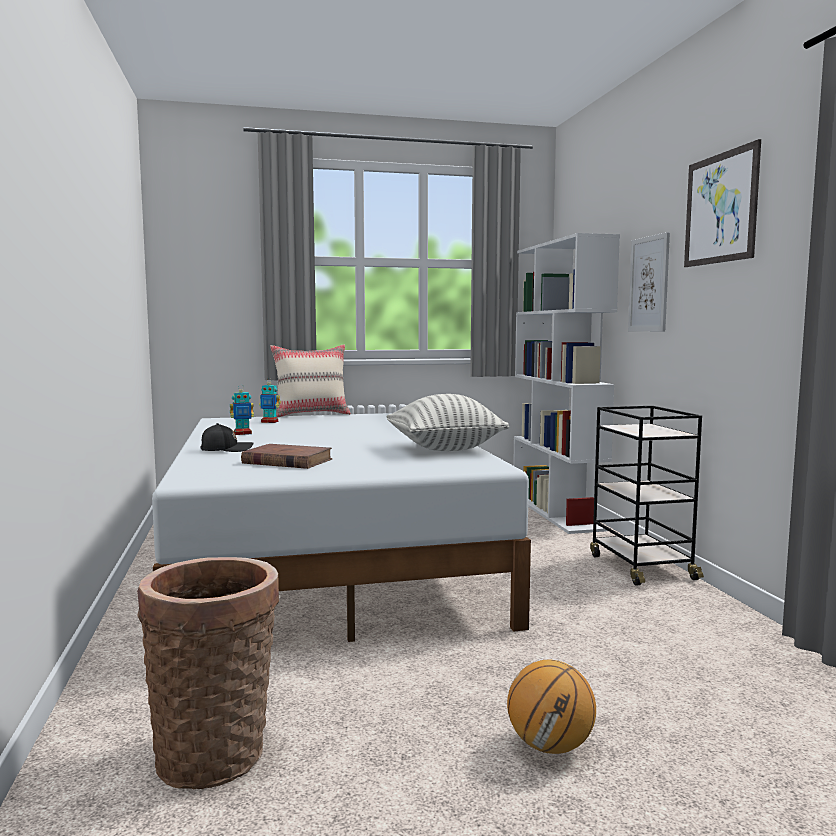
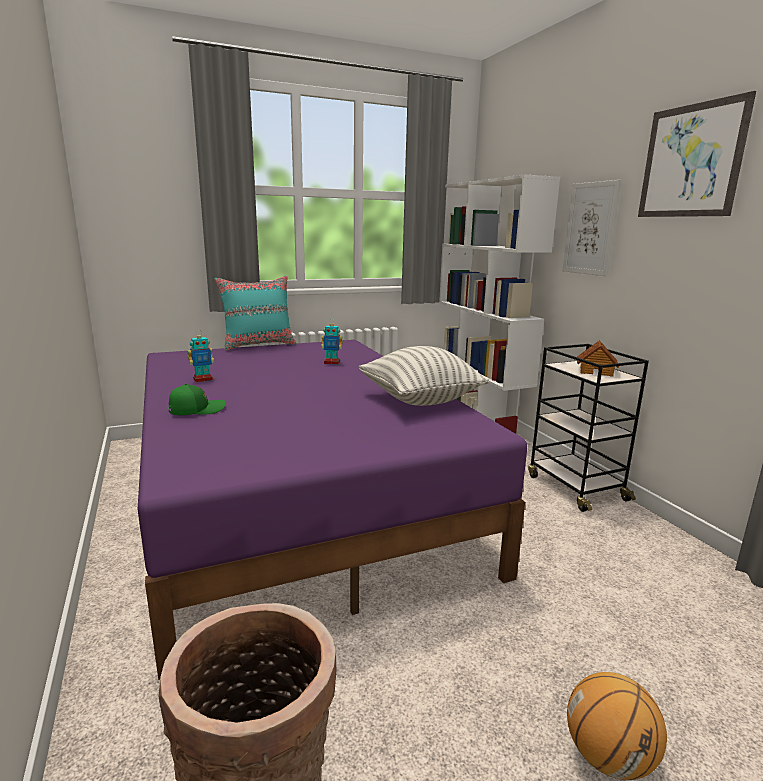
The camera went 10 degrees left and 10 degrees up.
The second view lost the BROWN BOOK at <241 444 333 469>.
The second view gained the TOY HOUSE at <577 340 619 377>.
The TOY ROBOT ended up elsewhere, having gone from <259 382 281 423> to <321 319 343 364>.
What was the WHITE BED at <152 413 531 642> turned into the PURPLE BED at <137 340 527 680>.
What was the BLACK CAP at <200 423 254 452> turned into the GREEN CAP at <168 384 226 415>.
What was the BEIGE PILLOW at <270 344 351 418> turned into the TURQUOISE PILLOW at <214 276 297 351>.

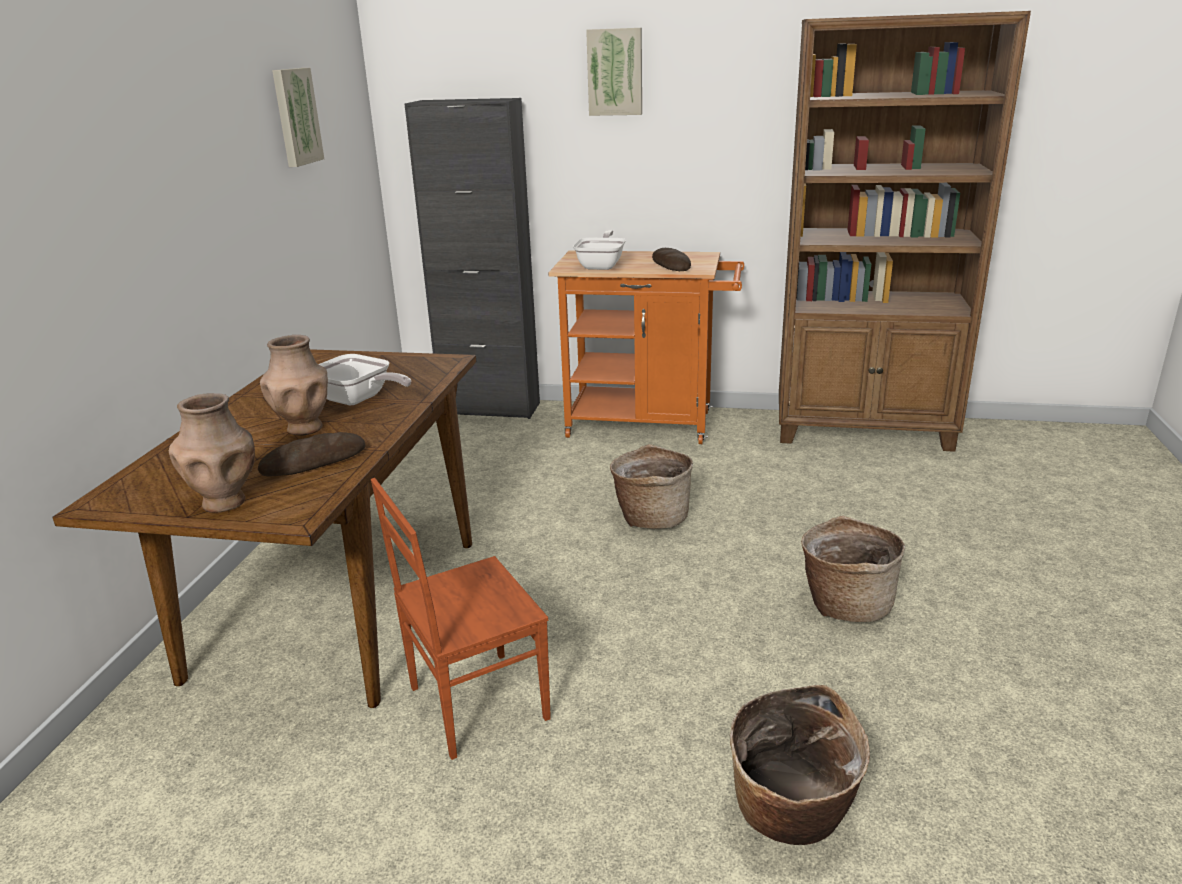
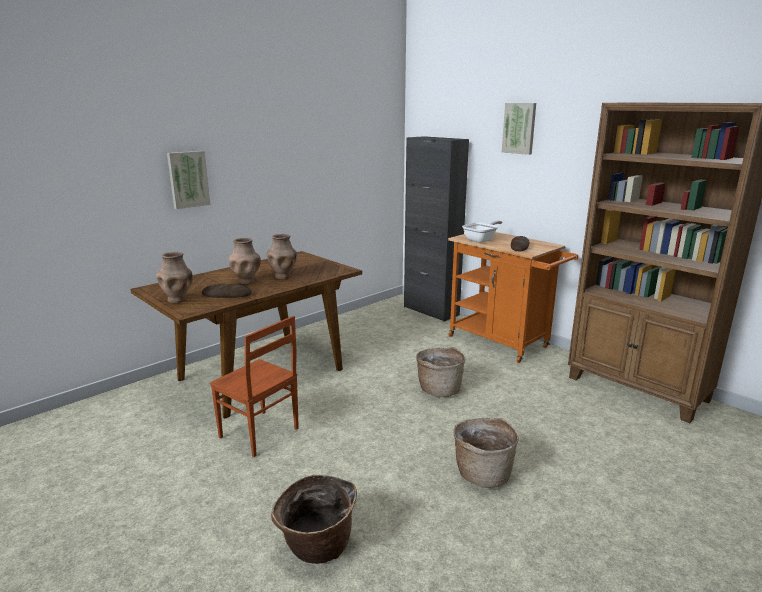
The camera went 35 degrees right and 5 degrees down.
The PICTURE ended up elsewhere, having gone from <272 68 324 167> to <167 151 211 209>.
Where the FRYING PAN stood at <318 354 411 405>, the BROWN VASE came to stand at <267 234 297 279>.
The BROWN CHAIR at <371 478 551 760> ended up facing another way, 150 degrees counterclockwise from before.

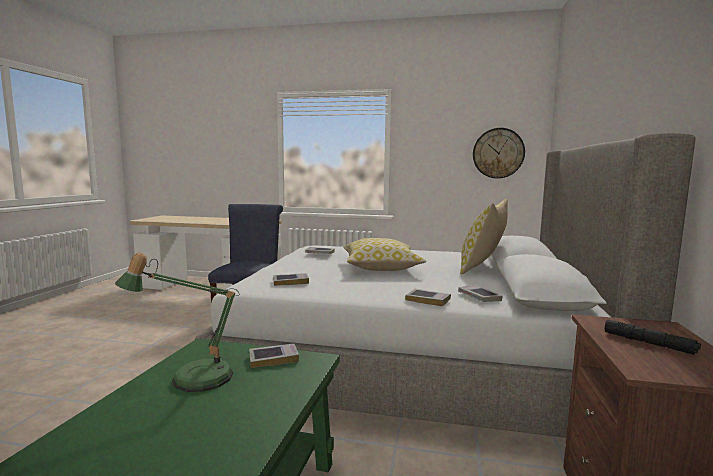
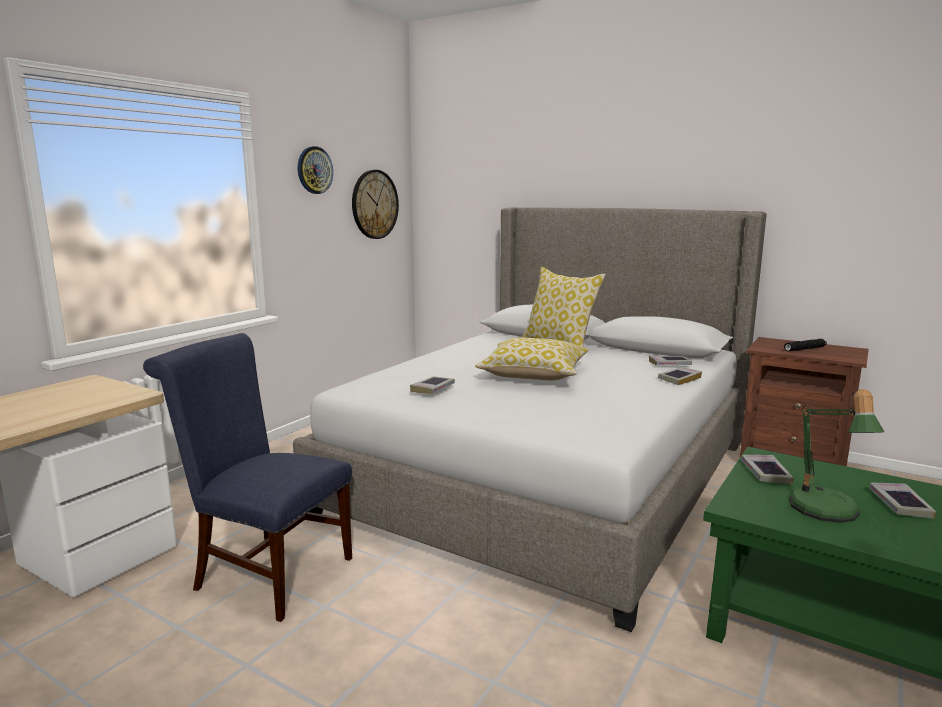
The camera went 70 degrees left and 5 degrees up.
The second view gained the WALL CLOCK at <298 146 333 194>.
The BOOK ended up elsewhere, having gone from <273 273 309 286> to <869 483 936 519>.

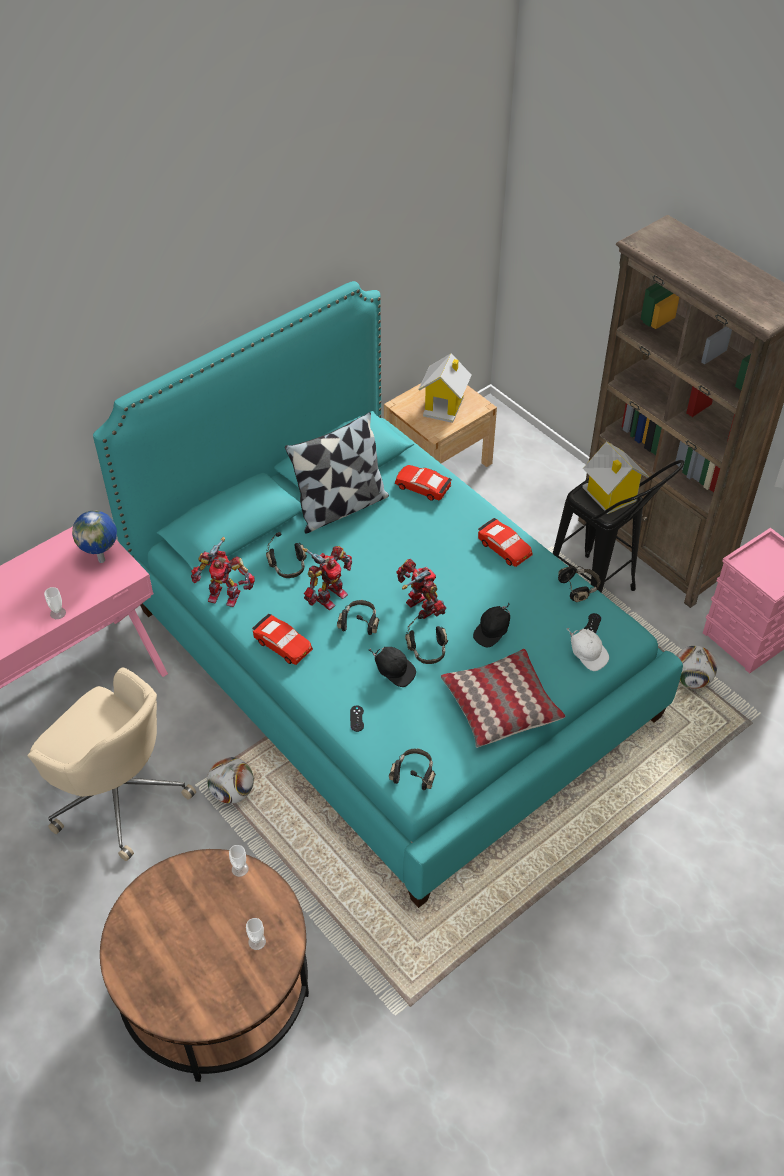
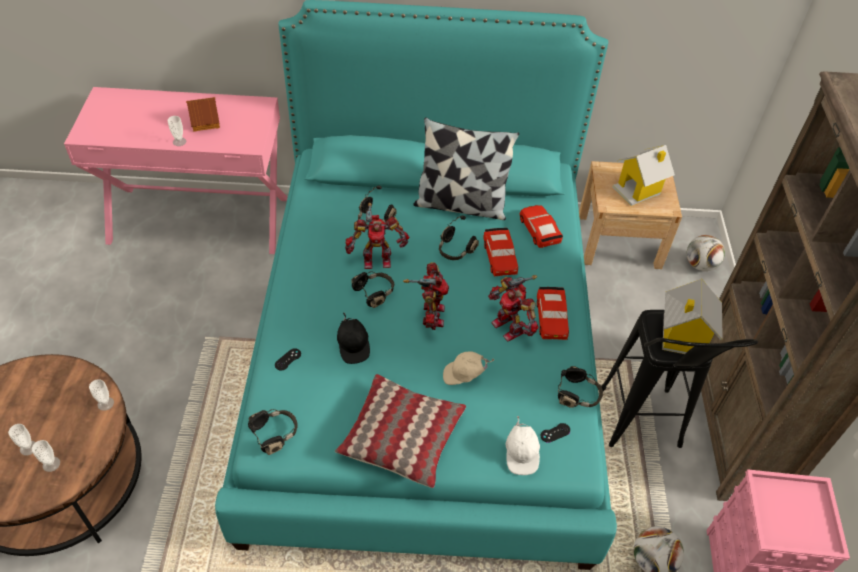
The camera went 40 degrees right and 0 degrees up.
The second view lost the BEIGE OFFICE CHAIR at <27 667 196 861>.
The second view lost the GLOBE at <72 510 117 563>.
The second view gained the CUP at <8 424 36 455>.
The second view gained the TOY HOUSE at <186 97 220 132>.
The TOY ROBOT ended up elsewhere, having gone from <191 537 255 607> to <488 275 538 342>.
The FOOTBALL ended up elsewhere, having gone from <207 757 254 804> to <687 235 725 271>.
The RED TOY CAR ended up elsewhere, having gone from <252 614 313 665> to <483 228 518 276>.
The BLACK HEADPHONES ended up elsewhere, having gone from <405 614 448 664> to <439 215 479 260>.
What was the BLACK CAP at <473 602 510 647> turned into the BEIGE CAP at <443 351 494 385>.

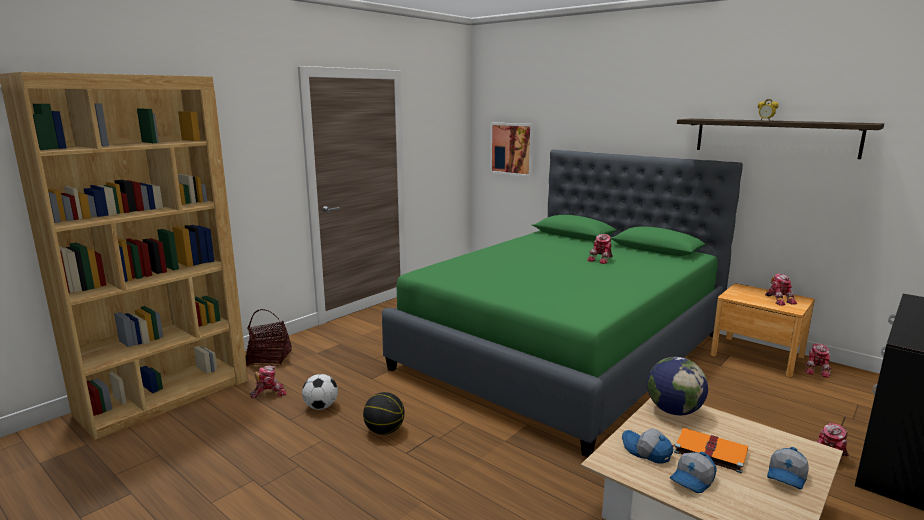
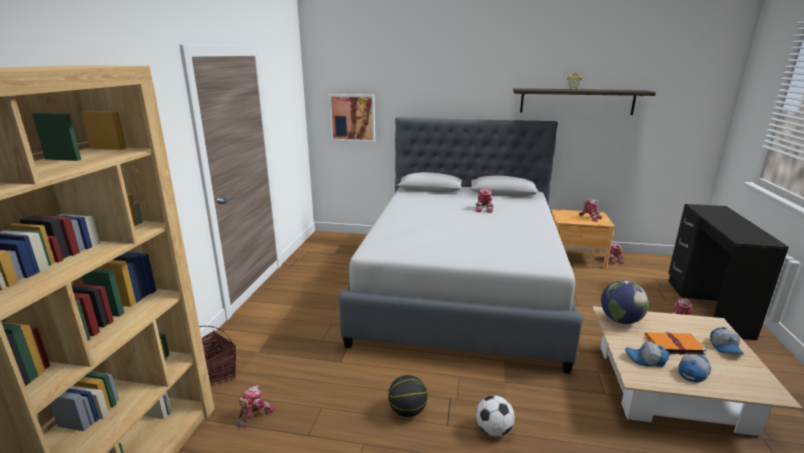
The camera went 30 degrees left and 5 degrees up.
The FOOTBALL ended up elsewhere, having gone from <302 374 338 410> to <476 395 515 437>.
What was the GREEN BED at <382 150 743 457> turned into the GREY BED at <339 117 584 374>.
The CAP at <670 452 717 493> ended up facing another way, 150 degrees counterclockwise from before.

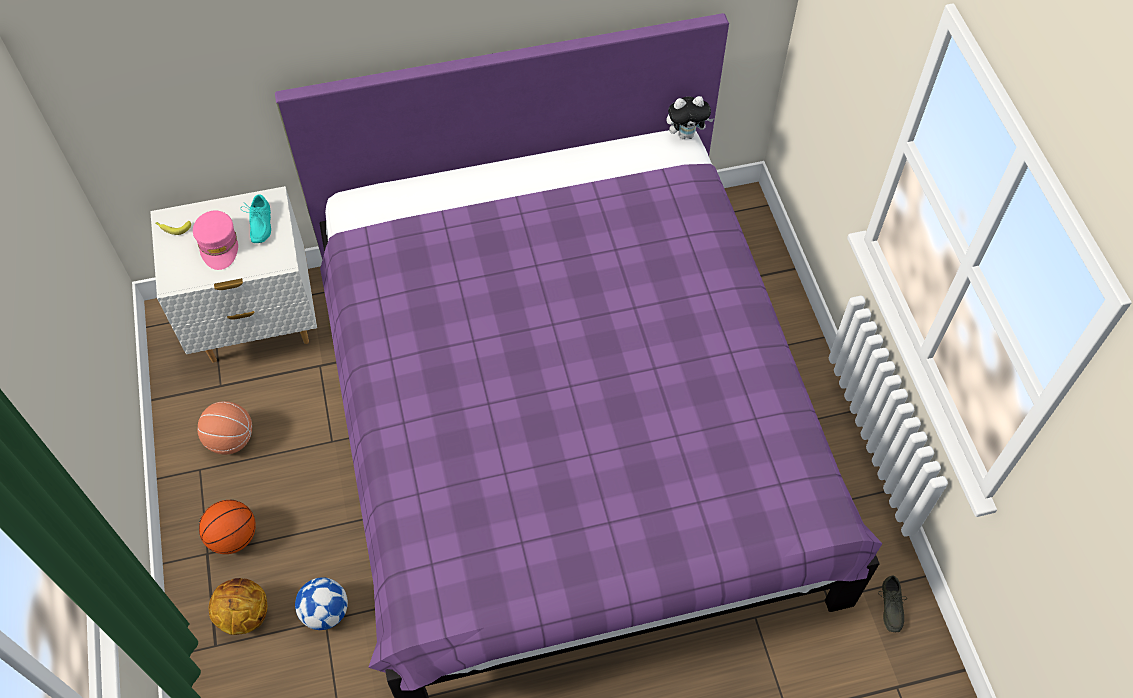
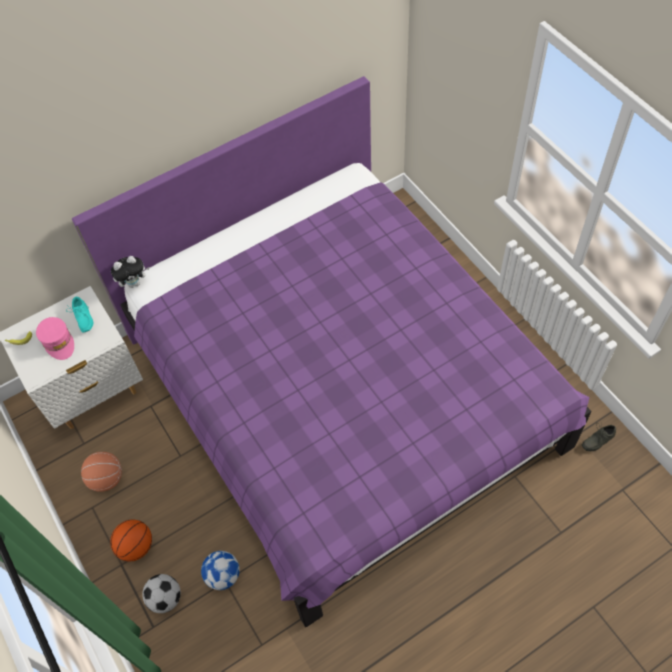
The camera went 15 degrees left and 0 degrees up.
The PLUSH TOY ended up elsewhere, having gone from <667 96 714 139> to <111 256 149 288>.
Where the BASKETBALL stood at <209 578 267 635>, the FOOTBALL came to stand at <142 574 181 613>.
The GREY SHOE at <878 575 907 632> ended up facing another way, 75 degrees clockwise from before.

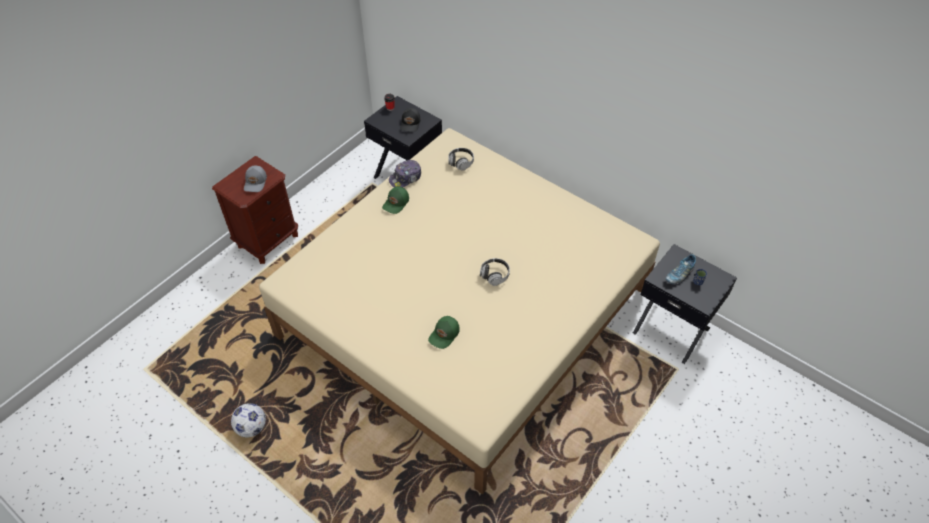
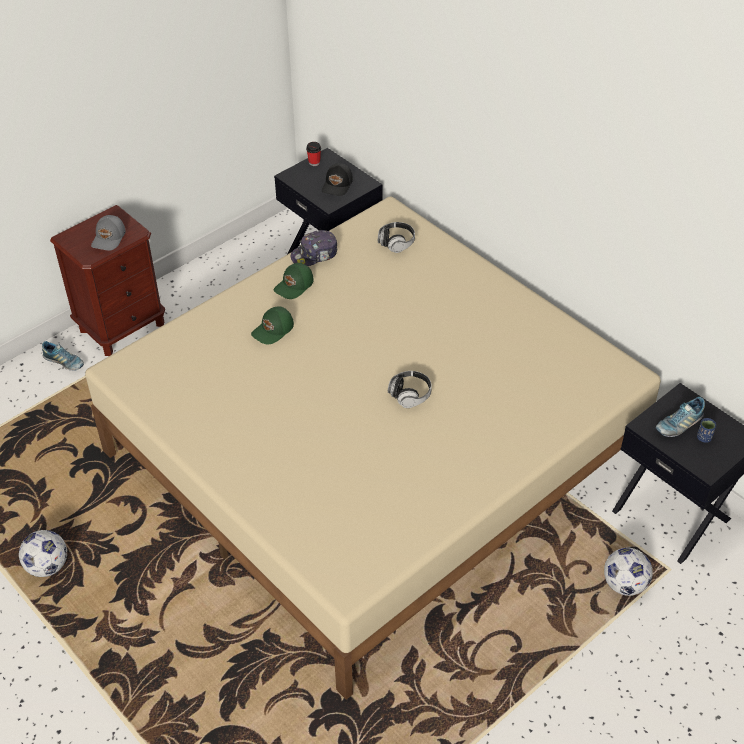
The camera went 10 degrees right and 5 degrees down.
The second view gained the SHOE at <42 341 84 371>.
The second view gained the FOOTBALL at <604 548 653 596>.
The GREEN CAP ended up elsewhere, having gone from <428 316 460 349> to <251 306 294 344>.

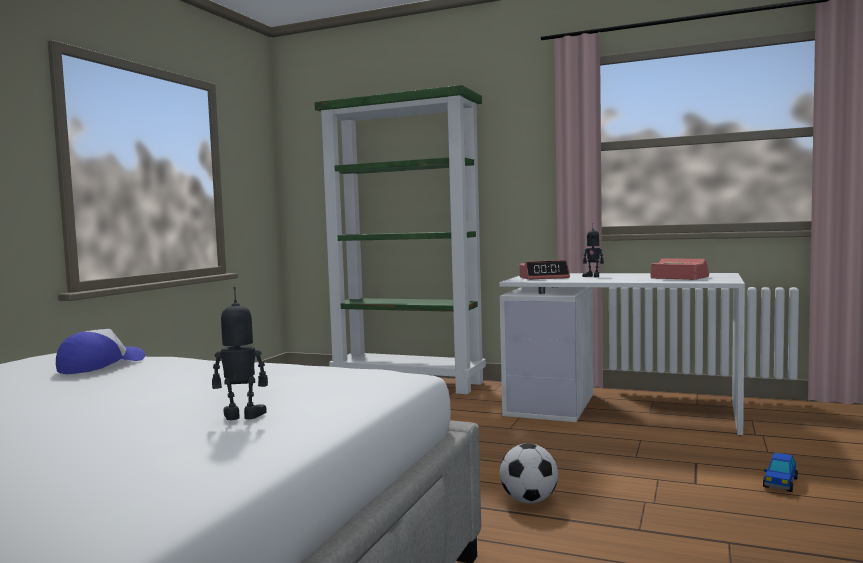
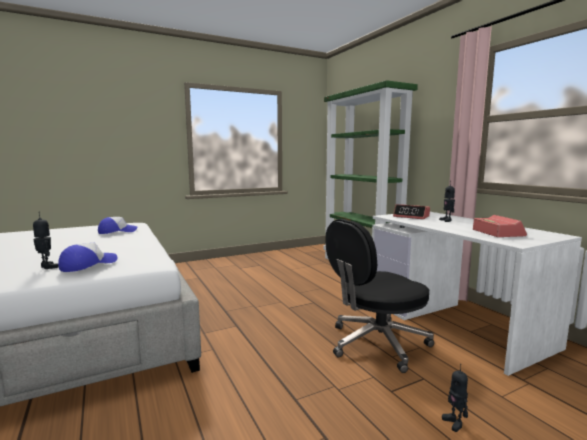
The camera went 40 degrees right and 5 degrees up.
The second view lost the FOOTBALL at <500 443 558 504>.
The second view gained the CAP at <58 242 118 272>.
The second view gained the BLACK OFFICE CHAIR at <325 219 434 373>.
Where the TOY CAR stood at <763 453 798 492>, the TOY ROBOT came to stand at <442 364 468 432>.

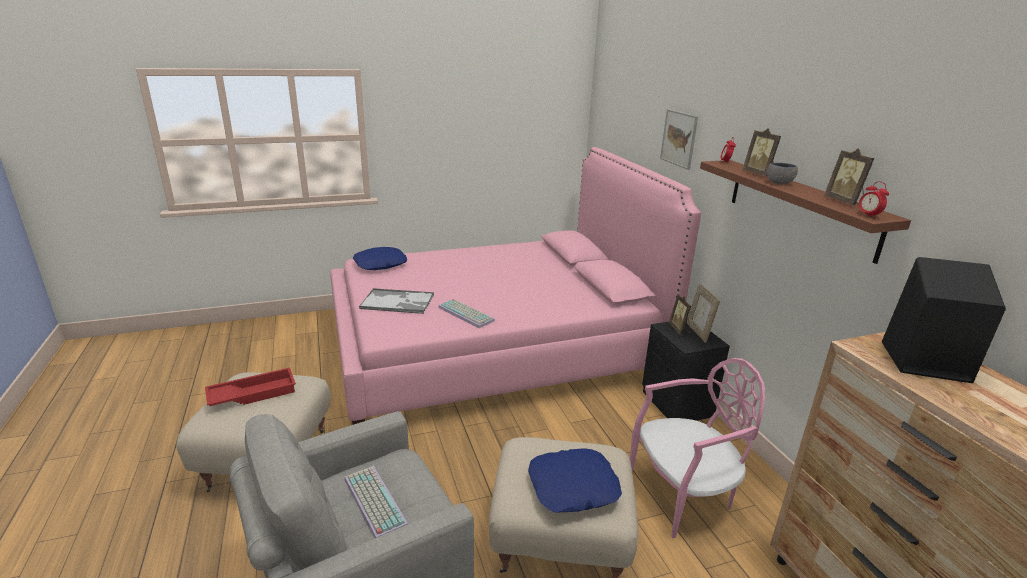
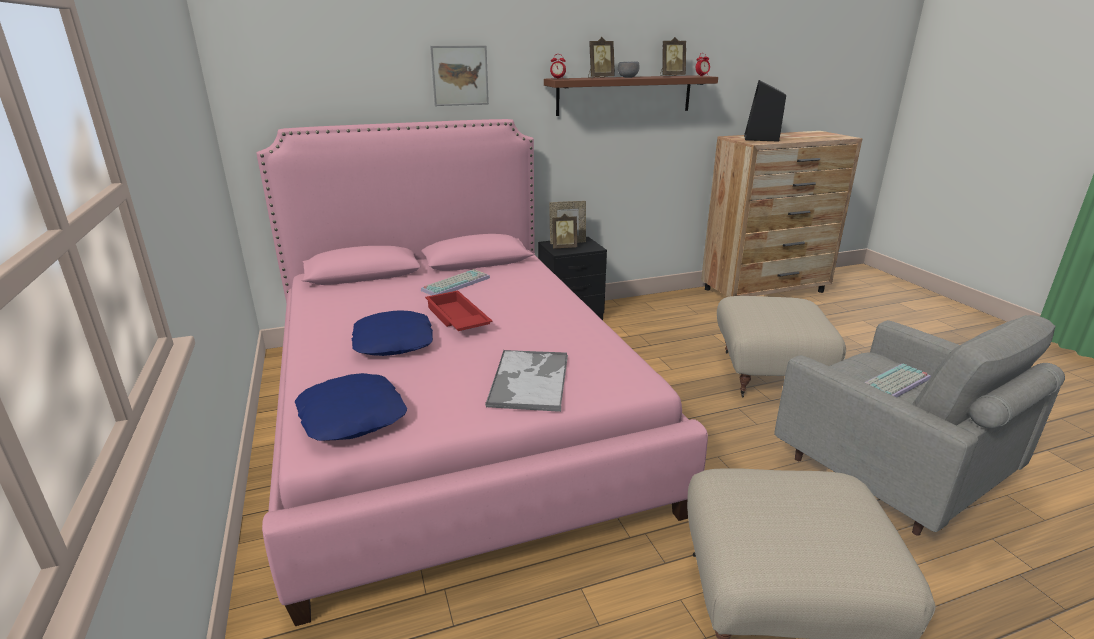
The camera went 90 degrees left and 0 degrees up.
The second view lost the PINK CHAIR at <630 358 765 538>.
The RED TRAY ended up elsewhere, having gone from <205 367 296 406> to <425 290 493 331>.
The KEYBOARD ended up elsewhere, having gone from <438 299 495 328> to <421 269 490 295>.
The BLUE PILLOW ended up elsewhere, having gone from <528 449 622 513> to <352 310 433 356>.

